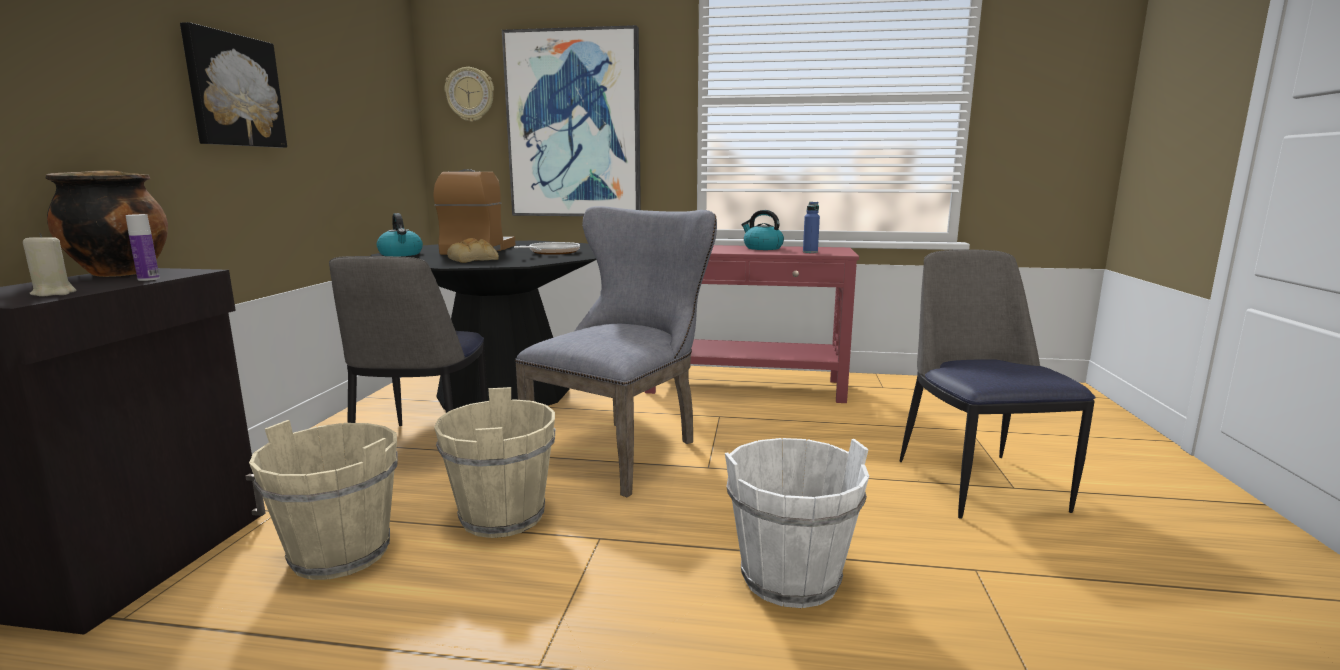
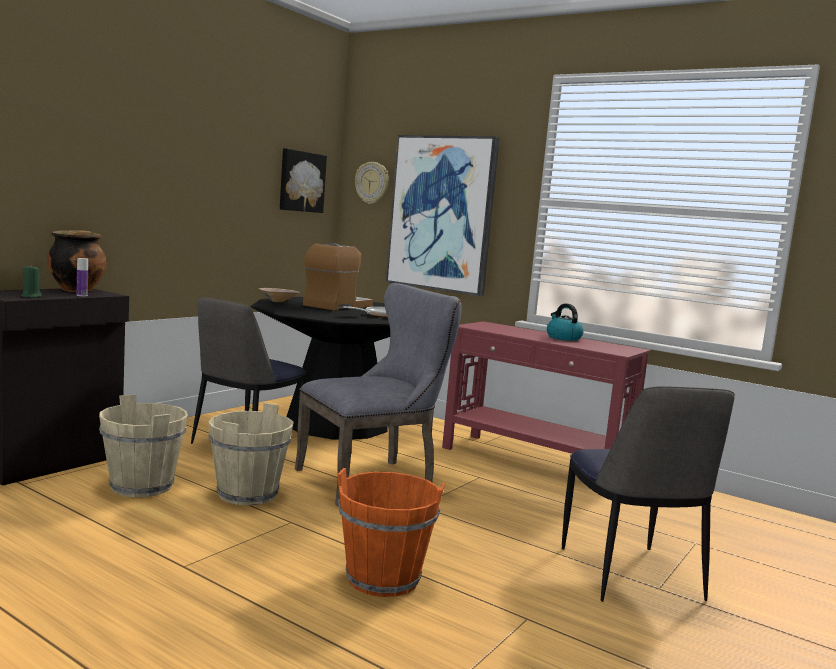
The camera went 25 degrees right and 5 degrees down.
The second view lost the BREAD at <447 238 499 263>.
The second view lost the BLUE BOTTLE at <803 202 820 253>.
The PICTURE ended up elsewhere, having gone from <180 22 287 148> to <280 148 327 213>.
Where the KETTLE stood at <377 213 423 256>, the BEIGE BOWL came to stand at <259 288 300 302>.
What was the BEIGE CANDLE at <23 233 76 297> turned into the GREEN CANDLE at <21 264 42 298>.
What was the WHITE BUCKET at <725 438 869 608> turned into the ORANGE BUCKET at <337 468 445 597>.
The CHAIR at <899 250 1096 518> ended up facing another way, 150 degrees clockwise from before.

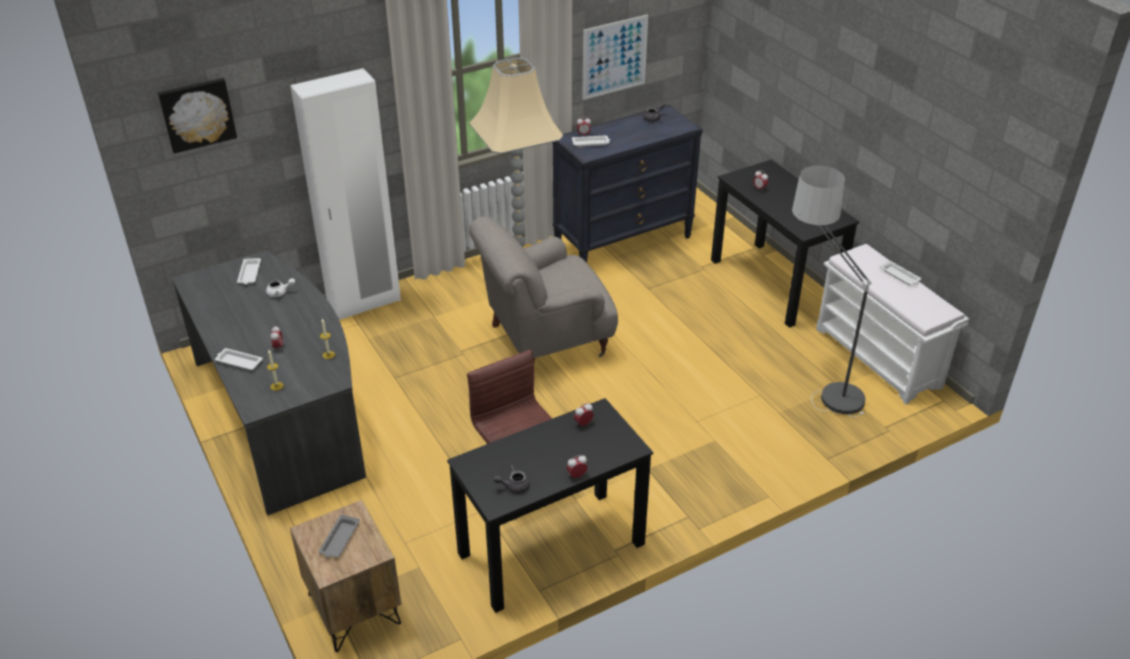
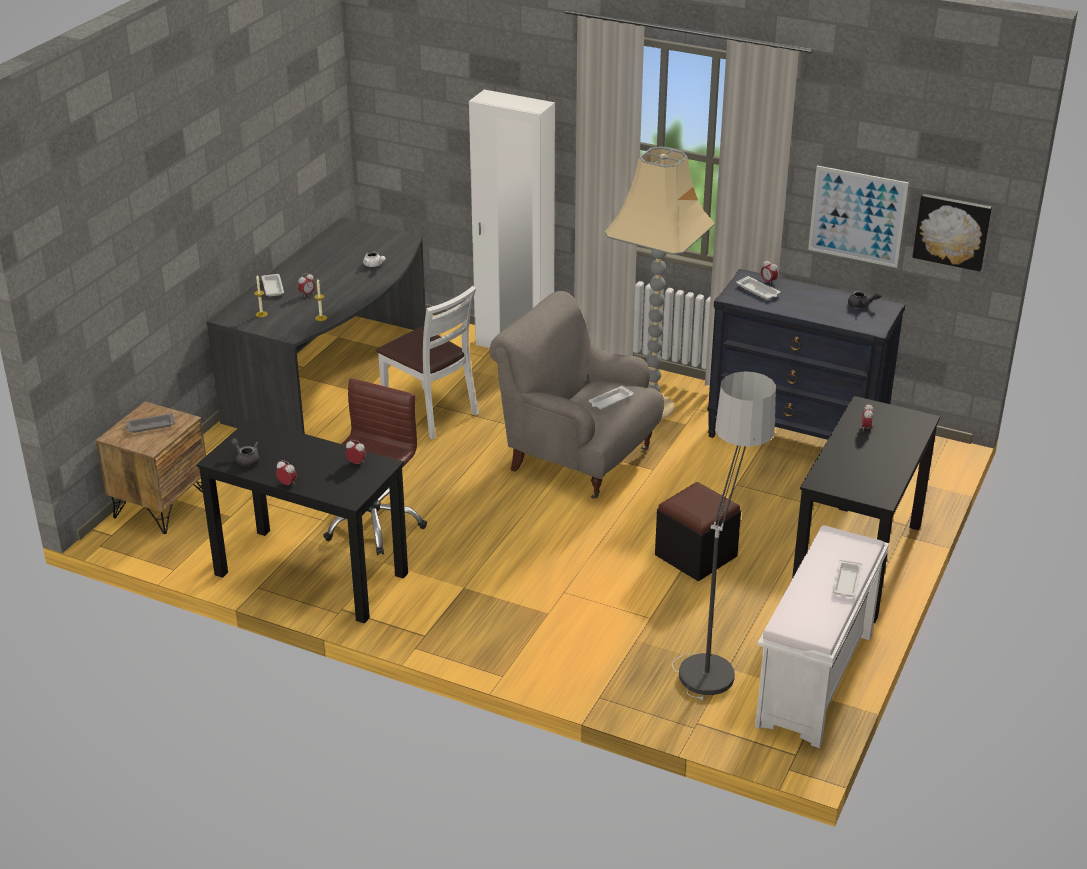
The camera went 55 degrees right and 5 degrees down.
The second view gained the WHITE CHAIR at <376 286 479 439>.
The second view gained the BLACK OTTOMAN at <655 482 741 581>.
The PICTURE ended up elsewhere, having gone from <158 78 237 153> to <913 194 992 271>.
The WHITE TRAY ended up elsewhere, having gone from <237 258 261 285> to <589 386 634 410>.

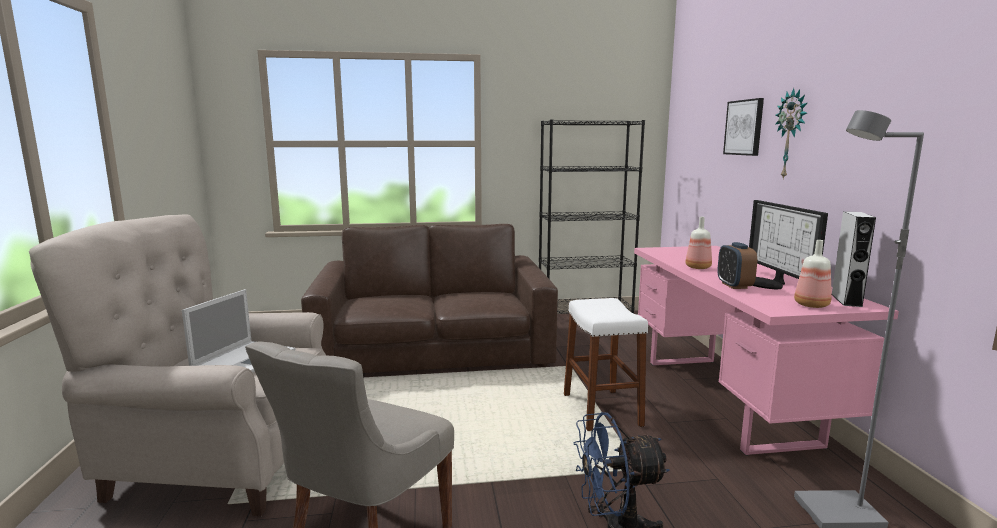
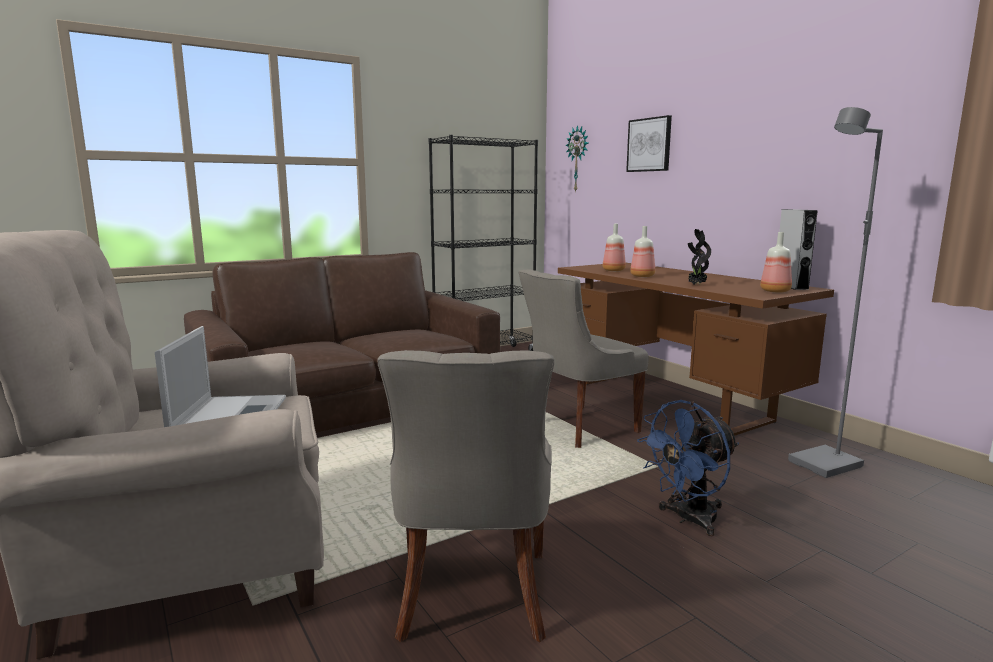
The camera went 25 degrees left and 0 degrees up.
The second view lost the MONITOR at <749 200 828 289>.
The second view gained the BOTTLE at <603 224 626 271>.
The WALL CLOCK ended up elsewhere, having gone from <775 88 807 180> to <565 125 588 193>.
Where the WHITE STOOL stood at <564 298 648 431>, the GREY CHAIR came to stand at <519 270 649 448>.
Where the ALARM CLOCK stood at <717 242 757 289>, the POTTED PLANT came to stand at <688 229 711 285>.
What was the PINK DESK at <634 246 899 456> turned into the BROWN DESK at <558 263 834 436>.

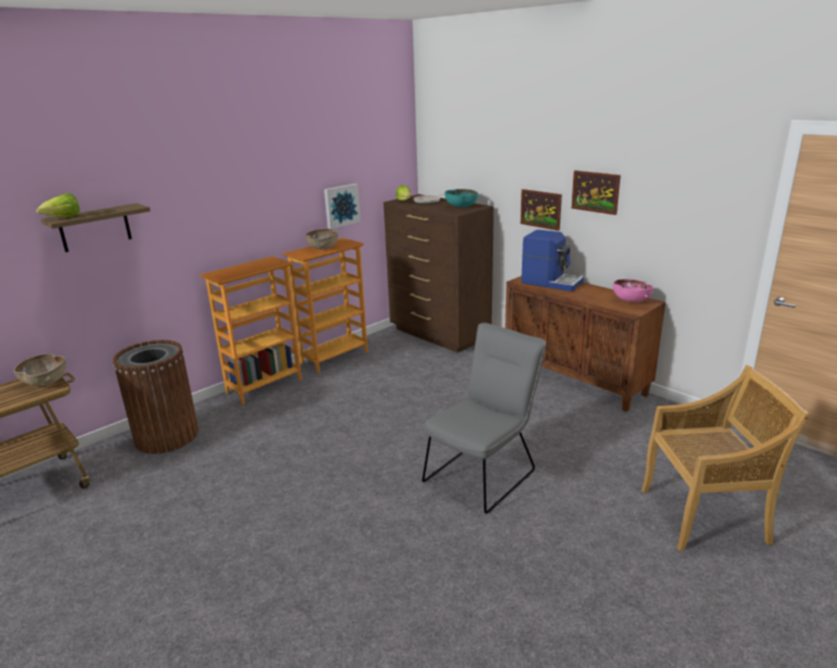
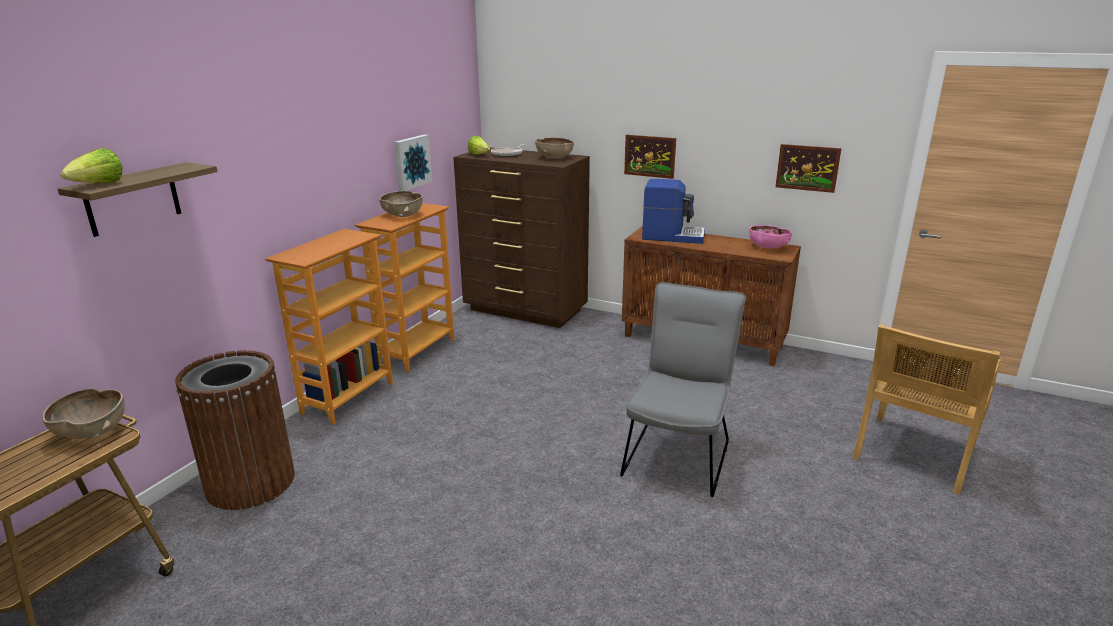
The camera went 20 degrees left and 0 degrees up.
The PICTURE ended up elsewhere, having gone from <571 170 621 215> to <775 144 842 193>.
What was the TURQUOISE BOWL at <445 189 478 207> turned into the BROWN BOWL at <535 137 574 158>.
The BEIGE CHAIR at <642 365 810 551> ended up facing another way, 150 degrees clockwise from before.

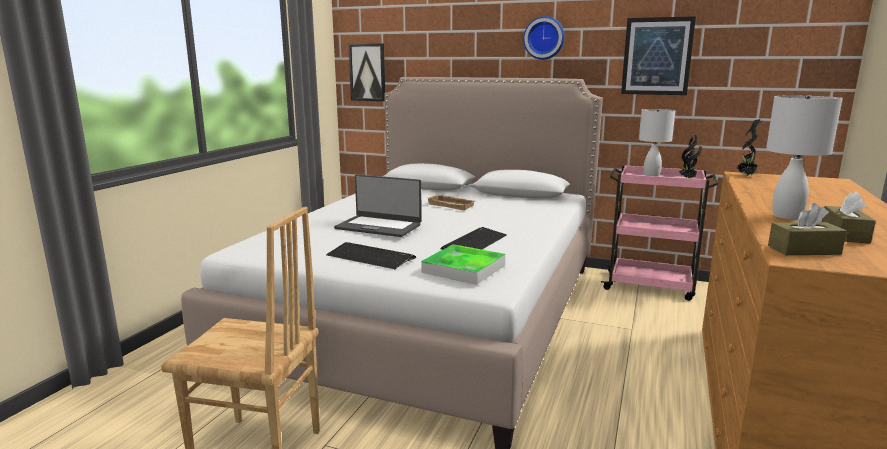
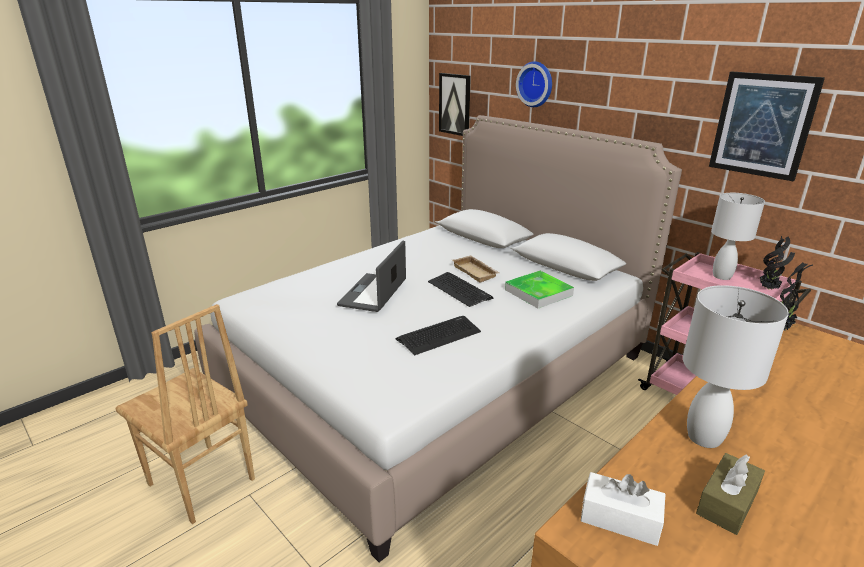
The camera went 25 degrees right and 10 degrees up.
The KEYBOARD ended up elsewhere, having gone from <326 242 416 269> to <428 272 494 307>.
The TRAY ended up elsewhere, having gone from <421 244 505 285> to <505 271 574 308>.
The WALL CLOCK ended up elsewhere, having gone from <523 16 564 60> to <516 61 552 107>.
What was the BROWN TISSUE BOX at <768 203 847 255> turned into the WHITE TISSUE BOX at <581 472 665 546>.
The LAPTOP at <334 174 422 237> ended up facing another way, 60 degrees clockwise from before.

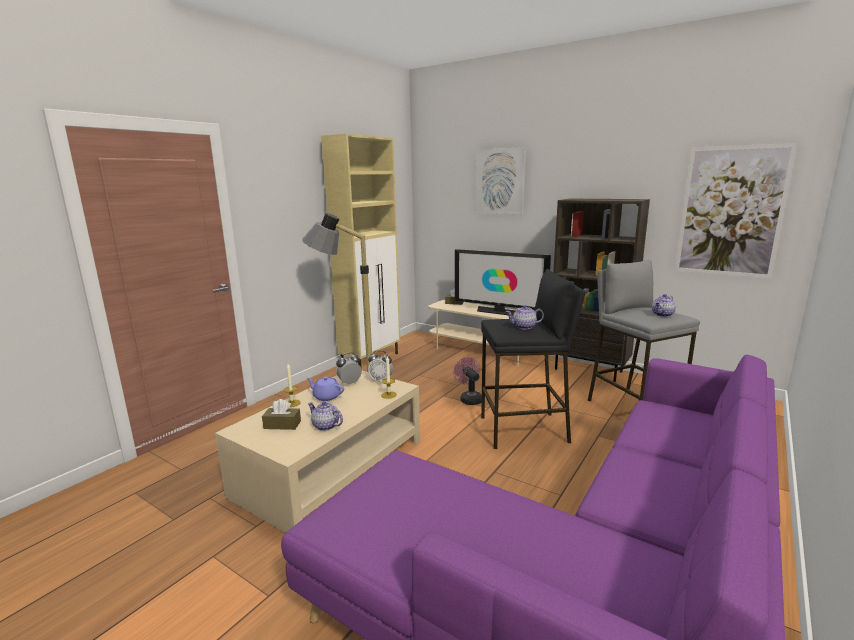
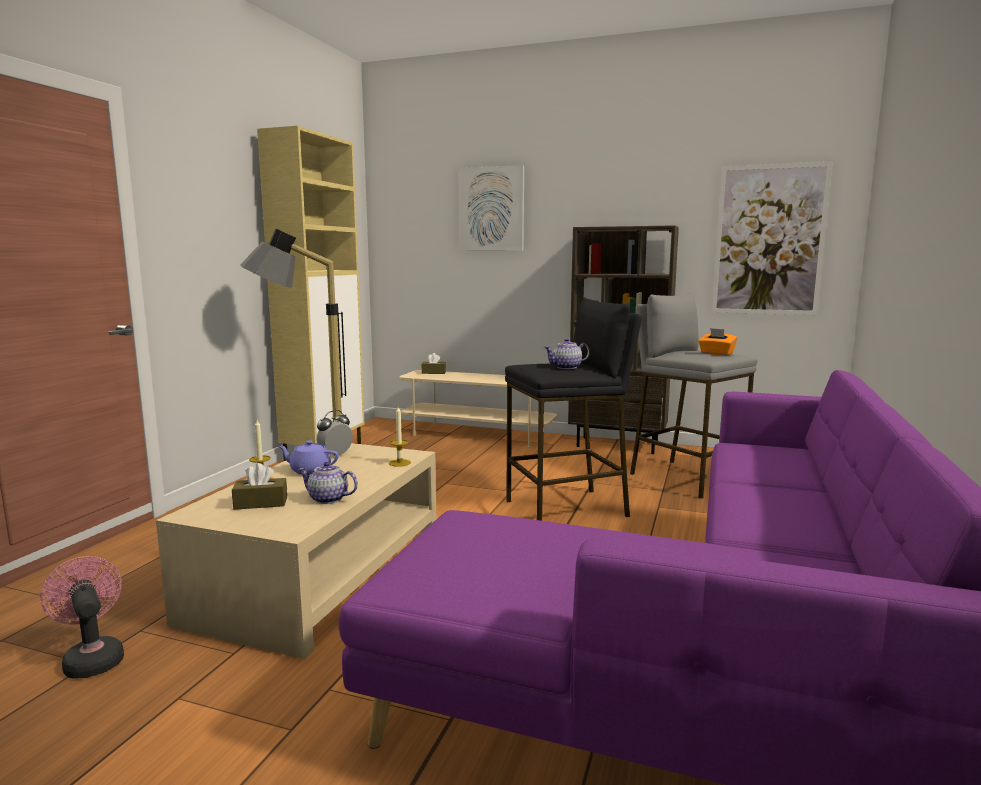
The camera went 15 degrees left and 5 degrees down.
The second view lost the ALARM CLOCK at <368 350 393 382>.
The second view lost the TELEVISION at <455 249 551 315>.
The PINK FAN ended up elsewhere, having gone from <453 357 482 405> to <40 556 124 679>.
Where the TEAPOT stood at <652 294 676 317>, the ORANGE TISSUE BOX came to stand at <698 328 738 356>.

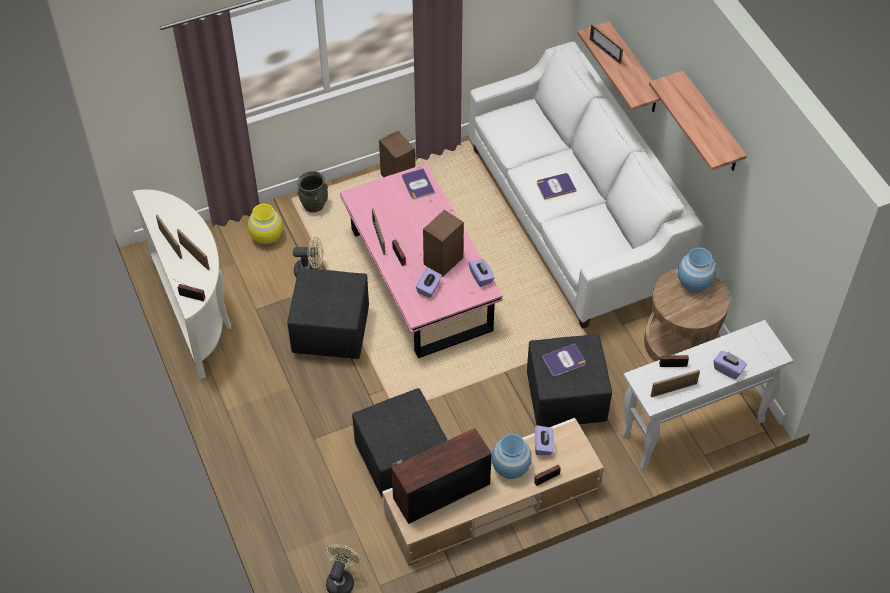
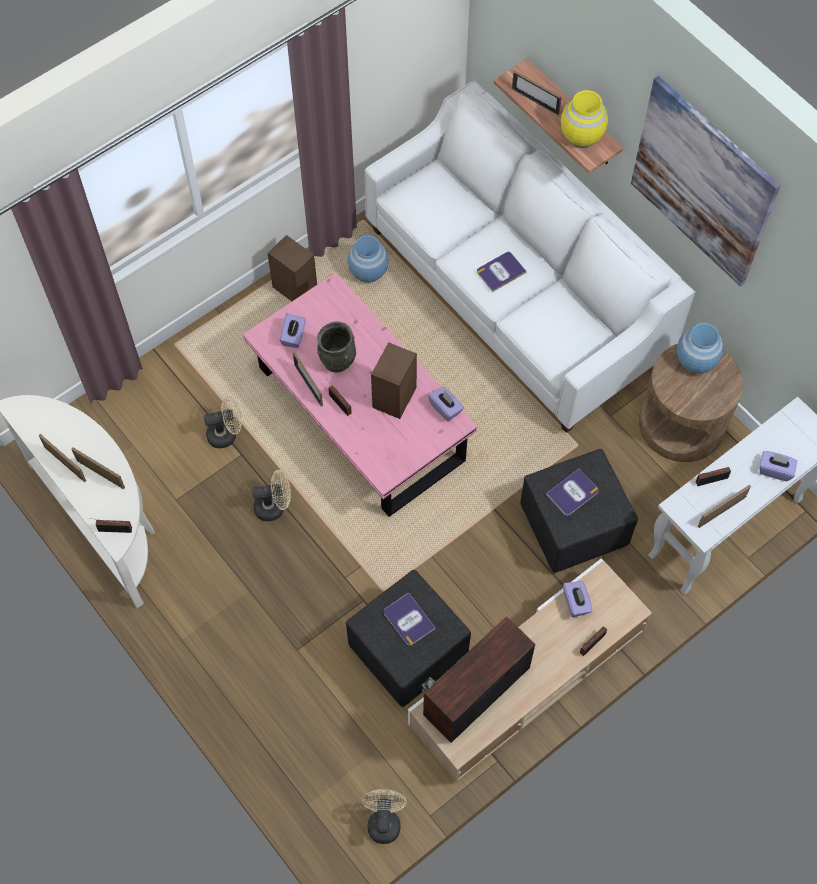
The camera went 15 degrees left and 10 degrees up.
The YELLOW VASE ended up elsewhere, having gone from <248 204 283 246> to <561 90 608 148>.
The GREY VASE ended up elsewhere, having gone from <297 171 328 212> to <317 321 356 373>.
The BOOK ended up elsewhere, having gone from <402 168 435 199> to <384 593 436 646>.
The PURPLE TISSUE BOX ended up elsewhere, having gone from <416 268 442 298> to <280 313 306 348>.
The BLUE VASE ended up elsewhere, having gone from <492 434 531 479> to <348 235 389 283>.
Where the BLACK OTTOMAN stood at <287 268 369 359>, the BEIGE FAN came to stand at <252 470 291 521>.
Where the SHELF hung at <649 71 747 171>, the PICTURE came to hang at <631 76 781 286>.

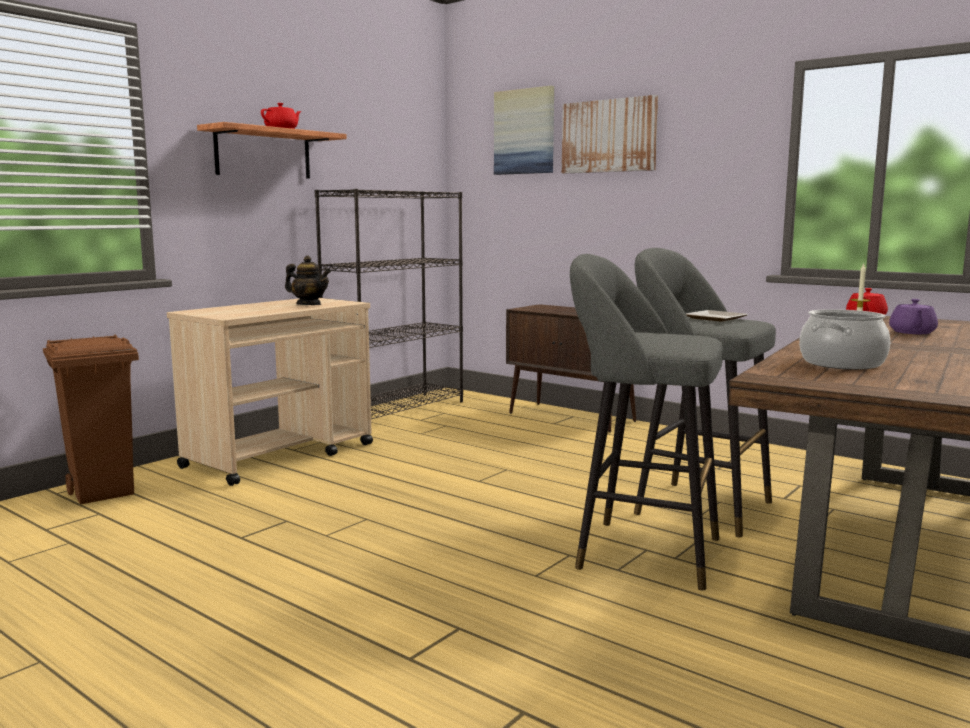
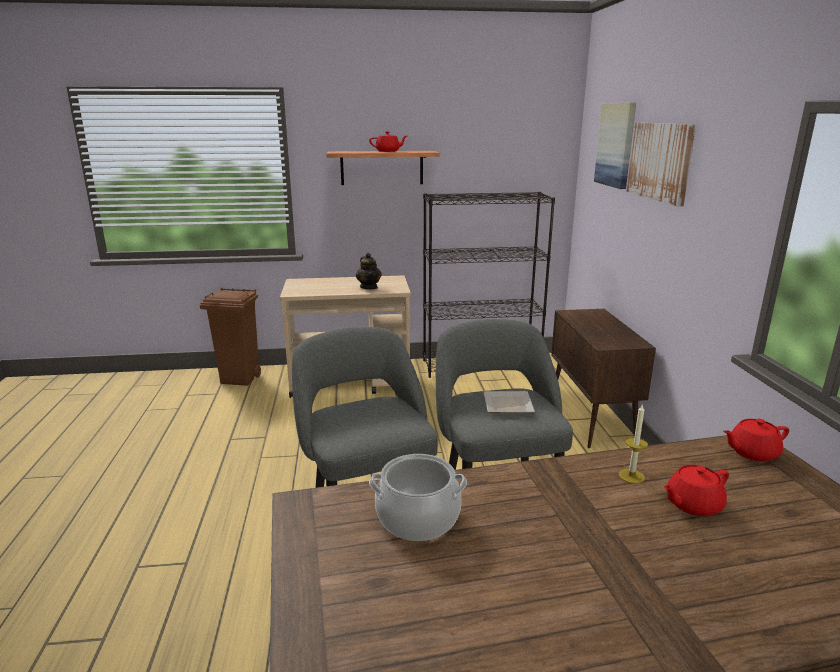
The camera went 45 degrees right and 10 degrees up.
What was the PURPLE TEAPOT at <889 299 938 334> turned into the RED TEAPOT at <664 465 729 516>.

